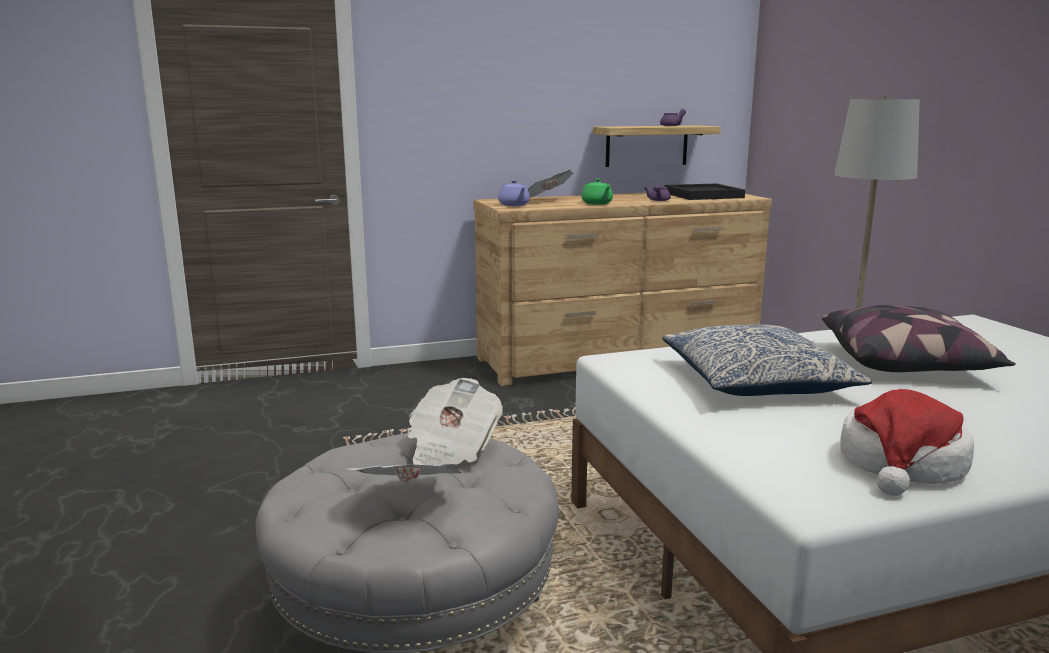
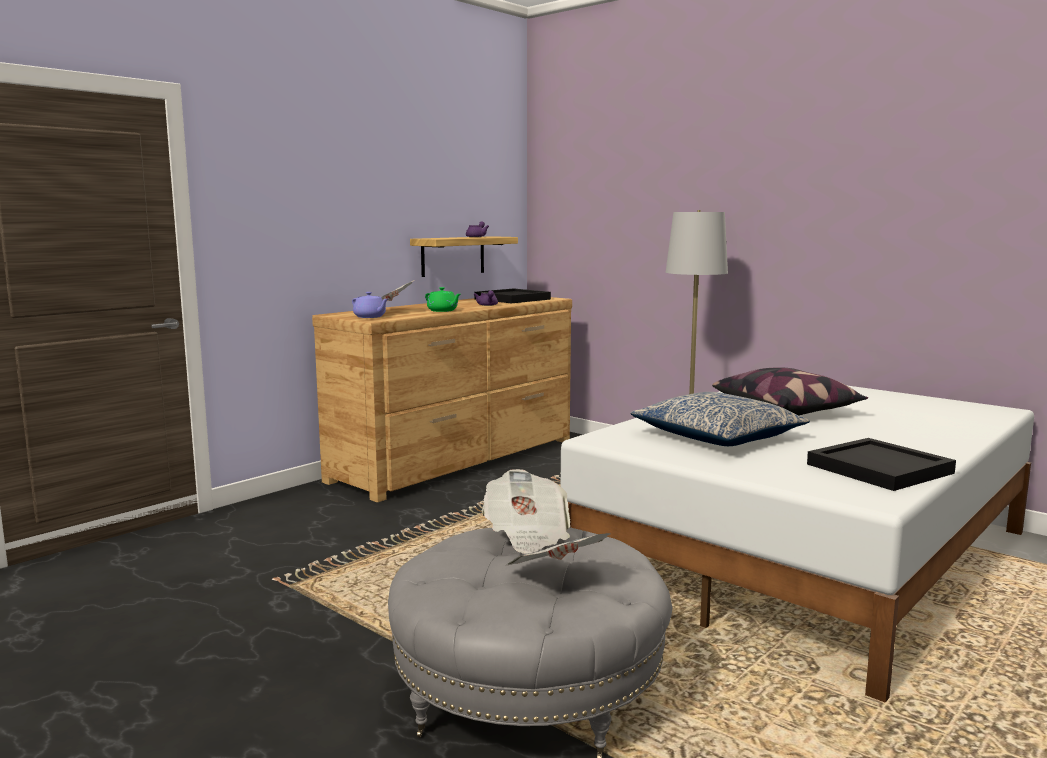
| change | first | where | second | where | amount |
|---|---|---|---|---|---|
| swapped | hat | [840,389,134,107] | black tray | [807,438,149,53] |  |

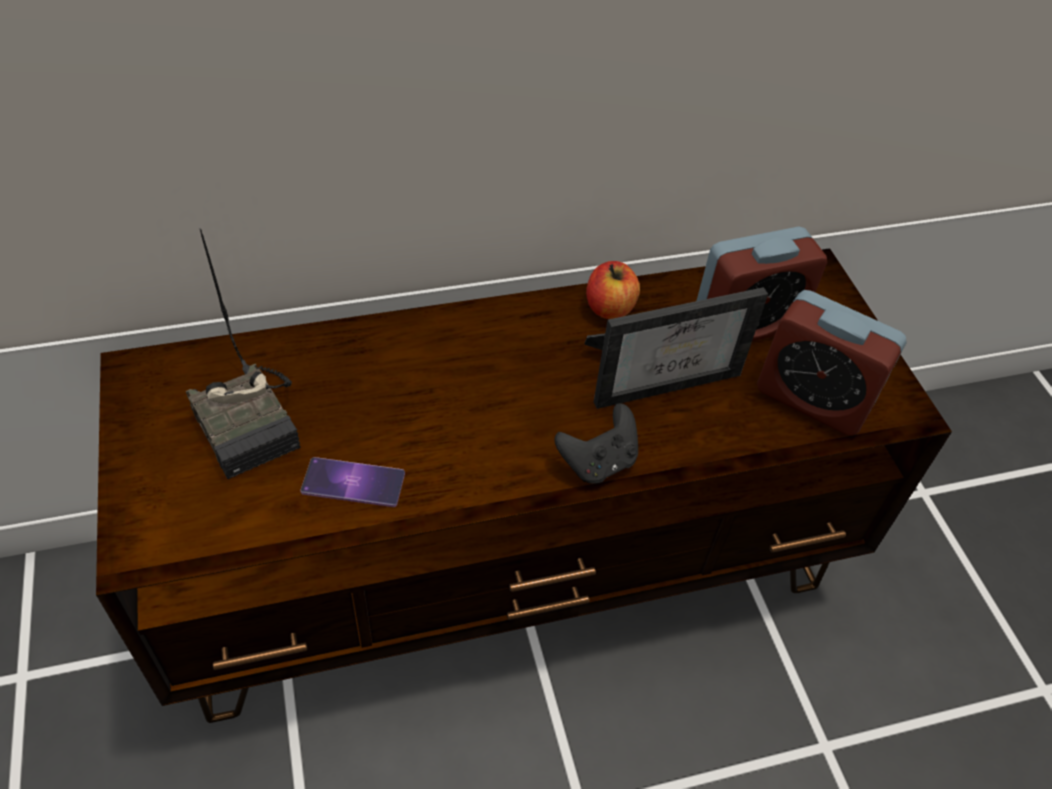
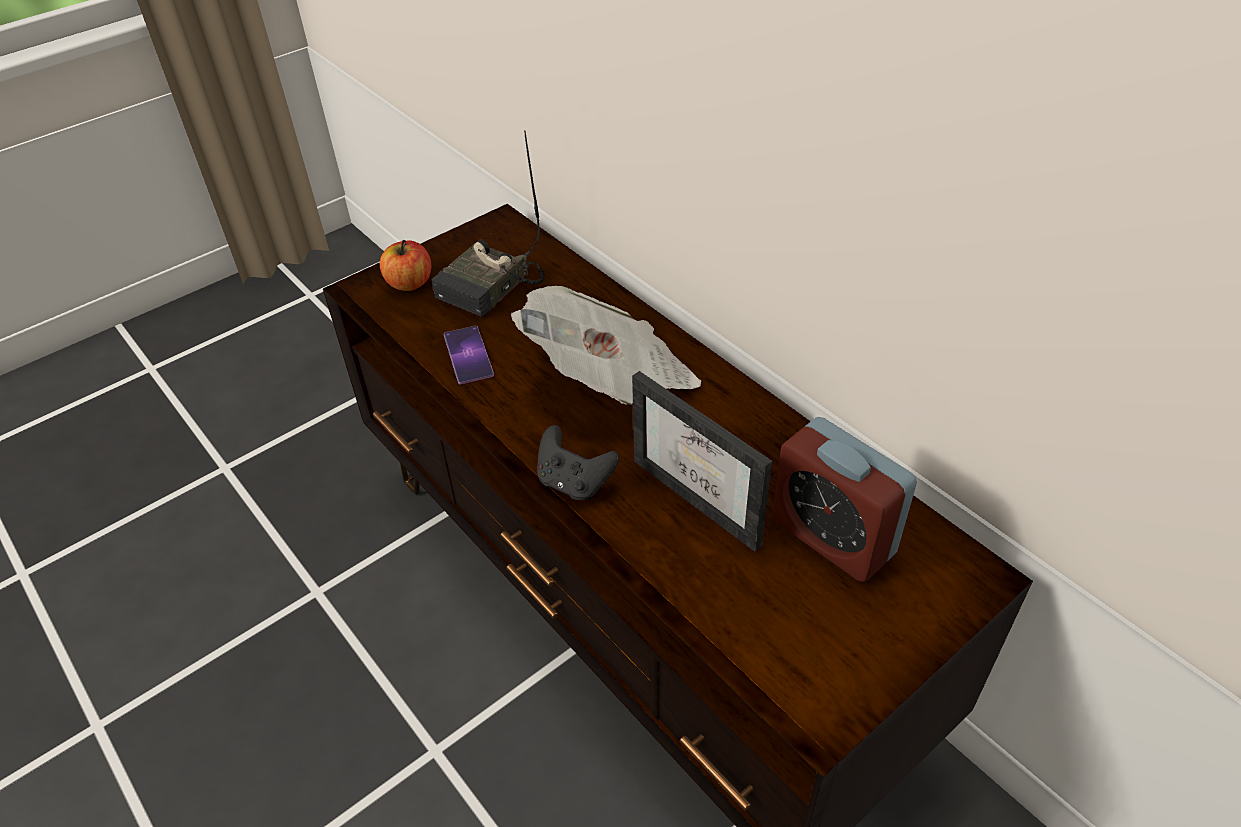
| change | first | where | second | where | amount |
|---|---|---|---|---|---|
| shifted | apple | [586,261,54,58] |  | [380,240,51,51] |  |
| new |  |  | newspaper | [511,286,190,120] |  |
| gone | alarm clock | [757,290,150,146] |  |  |  |

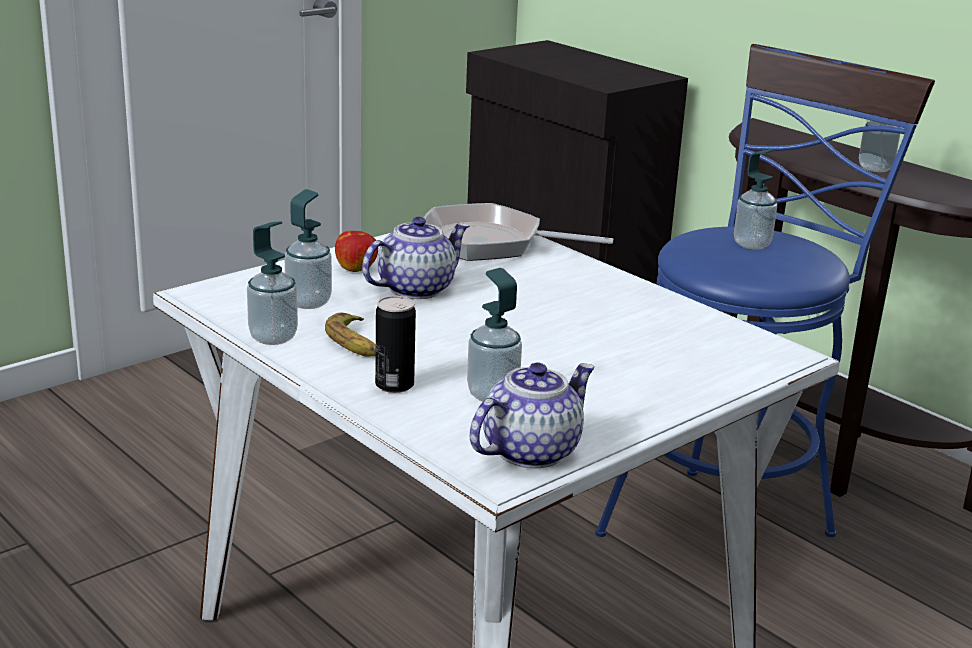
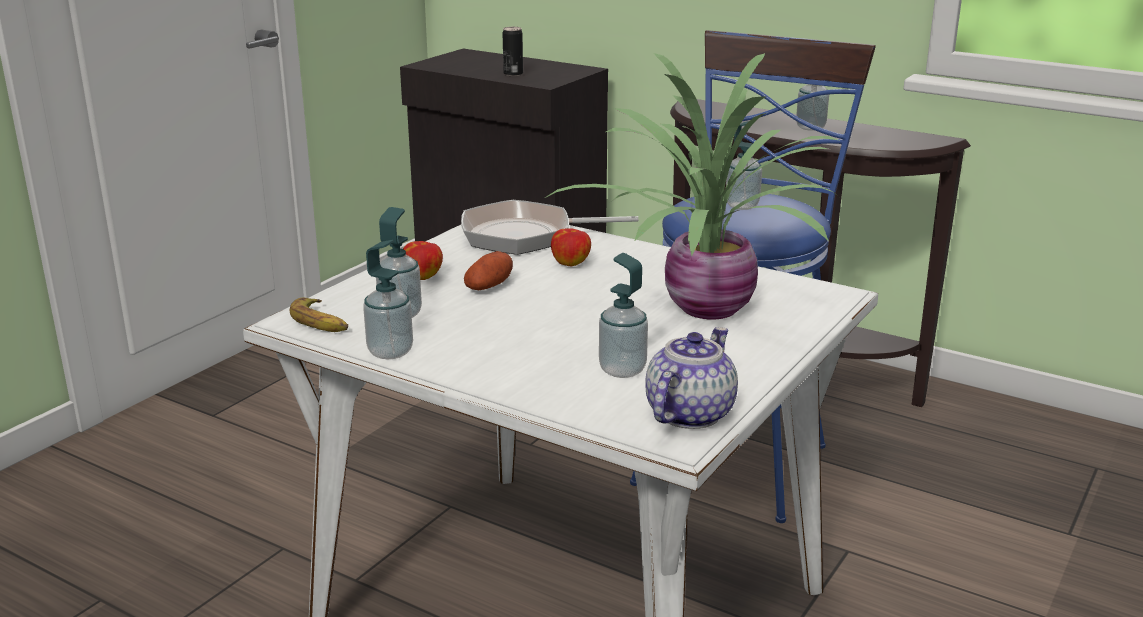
| change | first | where | second | where | amount |
|---|---|---|---|---|---|
| shifted | banana | [325,313,51,44] |  | [290,298,58,34] |  |
| swapped | teapot | [362,217,108,82] | potato | [464,251,49,39] |  |
| shifted | can | [375,296,41,97] |  | [503,27,20,49] |  |
| new |  |  | potted plant | [545,53,294,266] |  |
| new |  |  | apple | [551,228,40,38] |  |

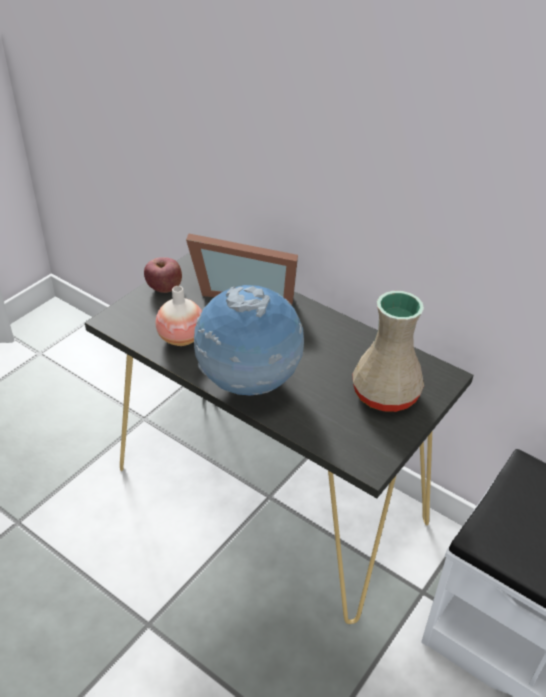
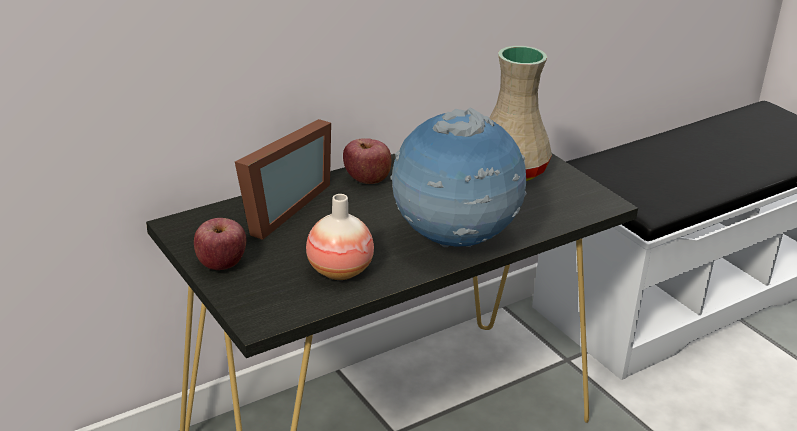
| change | first | where | second | where | amount |
|---|---|---|---|---|---|
| new |  |  | apple | [343,138,48,46] |  |

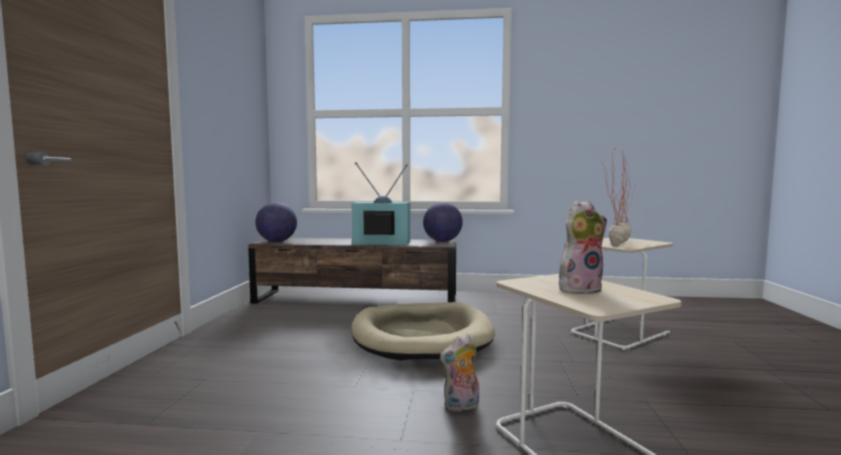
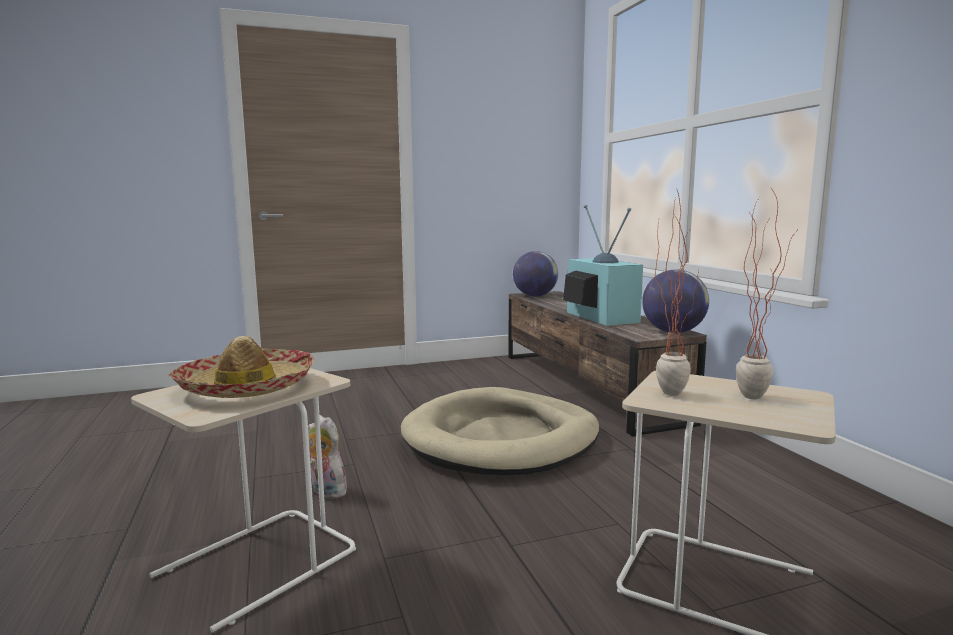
| change | first | where | second | where | amount |
|---|---|---|---|---|---|
| swapped | plush toy | [559,200,48,94] | hat | [169,336,145,62] |  |

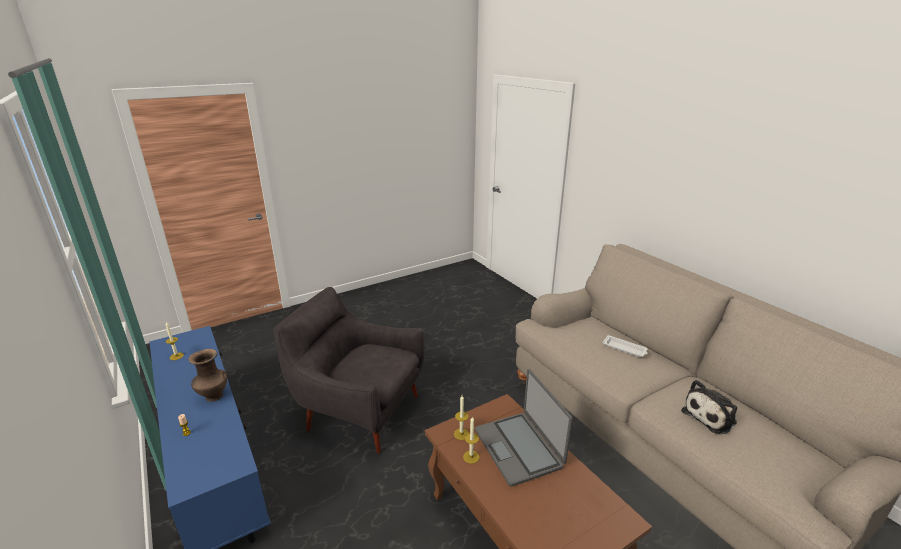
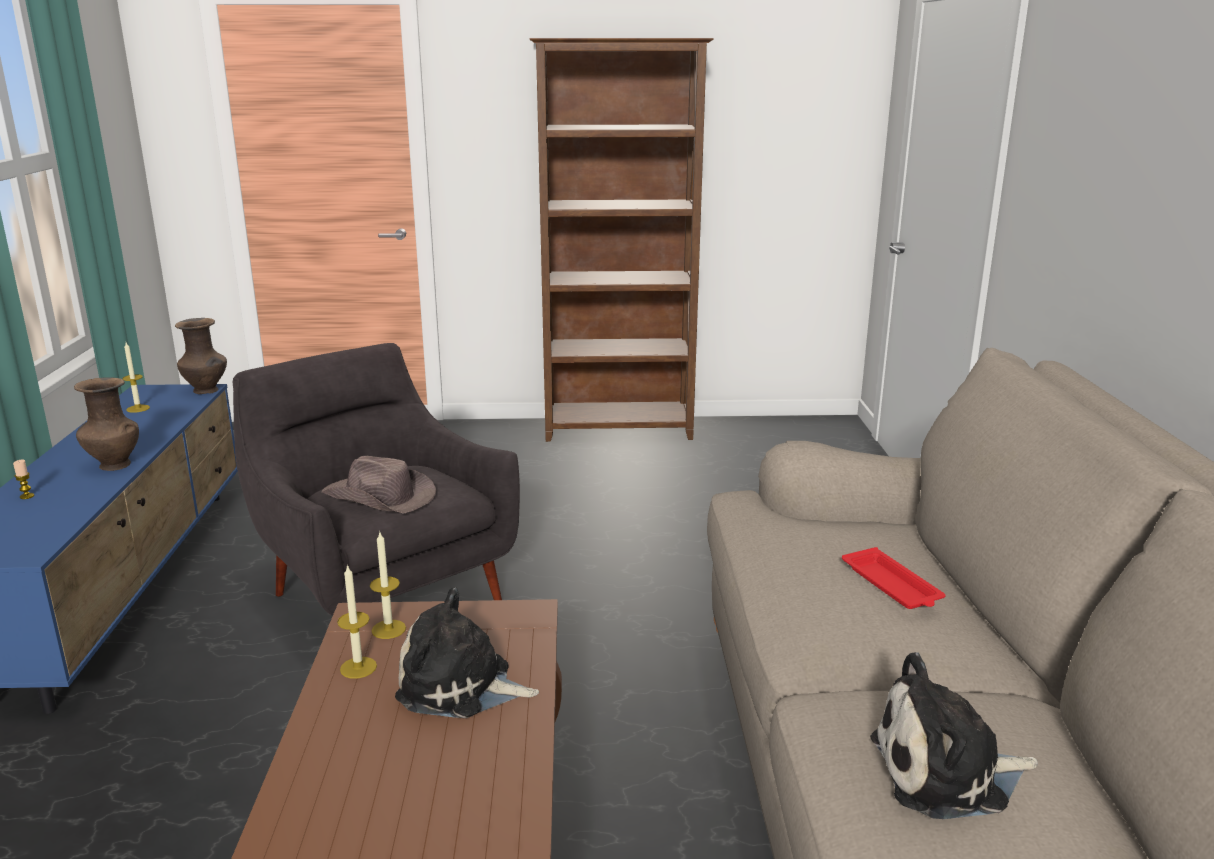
| change | first | where | second | where | amount |
|---|---|---|---|---|---|
| new |  |  | brown vase | [175,318,52,76] |  |
| new |  |  | brown hat | [321,456,115,58] |  |
| swapped | laptop | [475,369,98,118] | plush toy | [395,588,144,130] |  |
| new |  |  | brown bookcase | [530,38,184,404] |  |
| repainted | white tray | [603,335,45,22] | red tray | [842,547,104,62] |  |

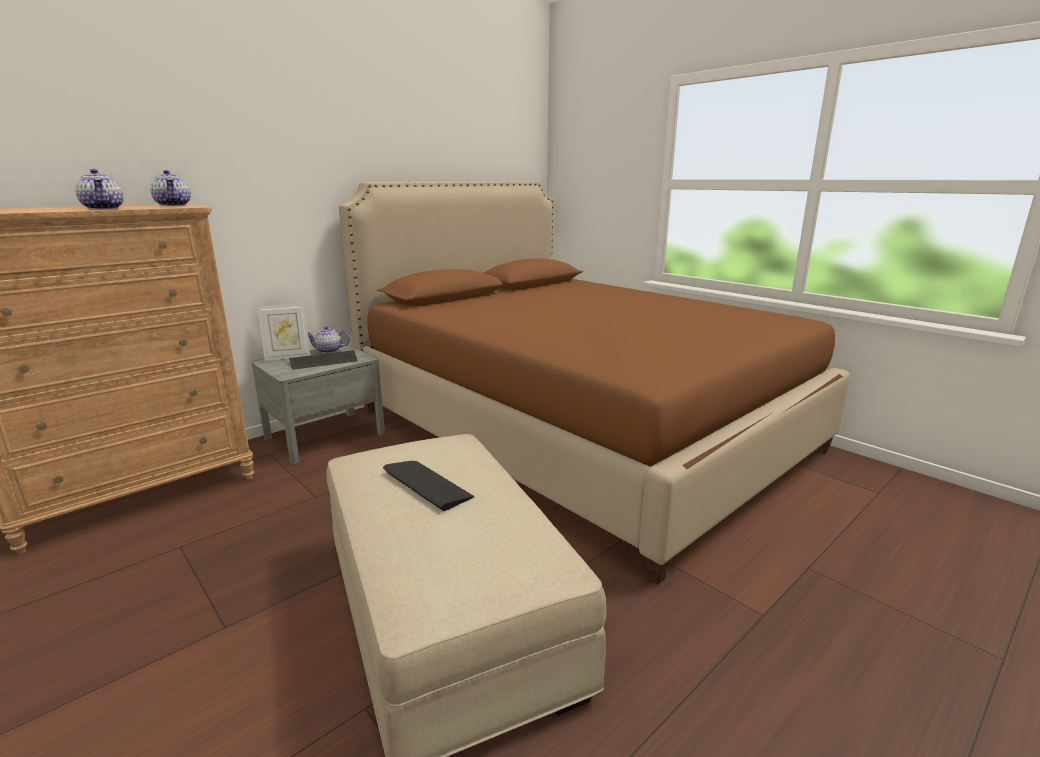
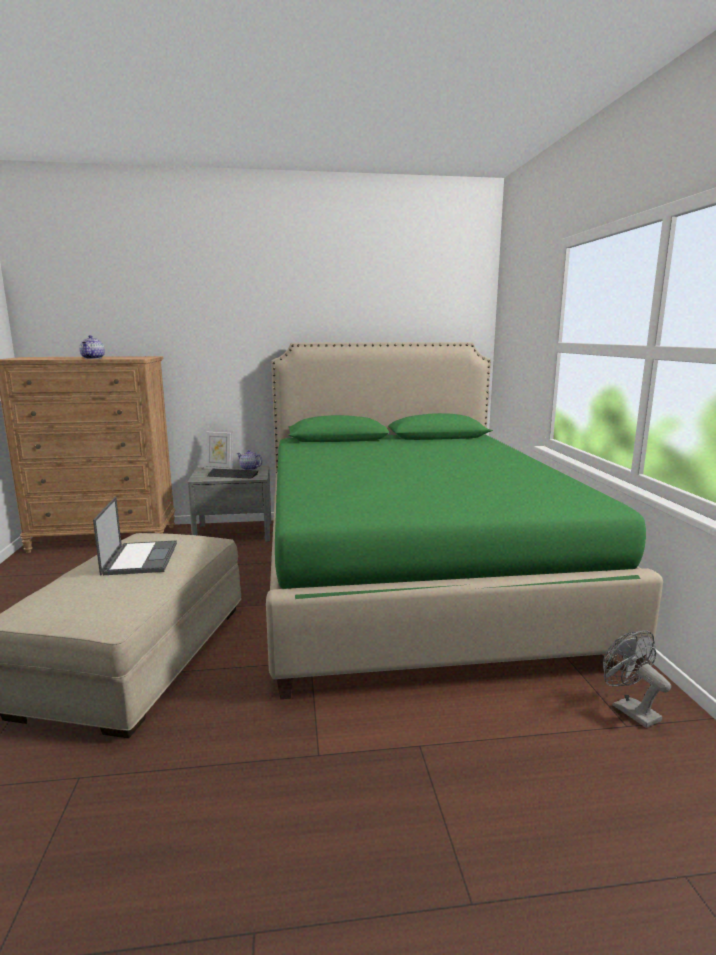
| change | first | where | second | where | amount |
|---|---|---|---|---|---|
| swapped | keyboard | [383,461,91,50] | laptop | [93,497,84,79] |  |
| repainted | brown bed | [339,181,511,403] | green bed | [266,342,397,357] |  |
| new |  |  | grey fan | [603,630,68,98] |  |
| gone | teapot | [150,170,41,36] |  |  |  |

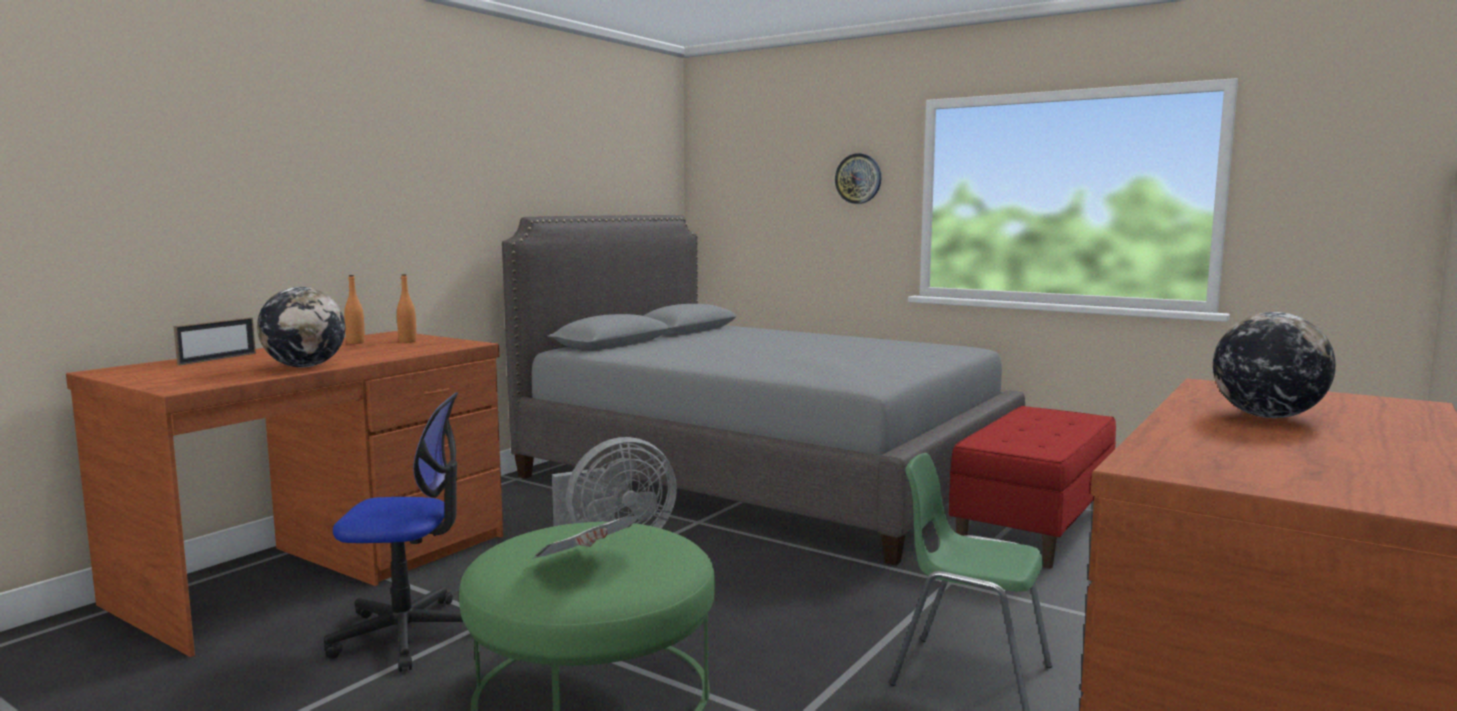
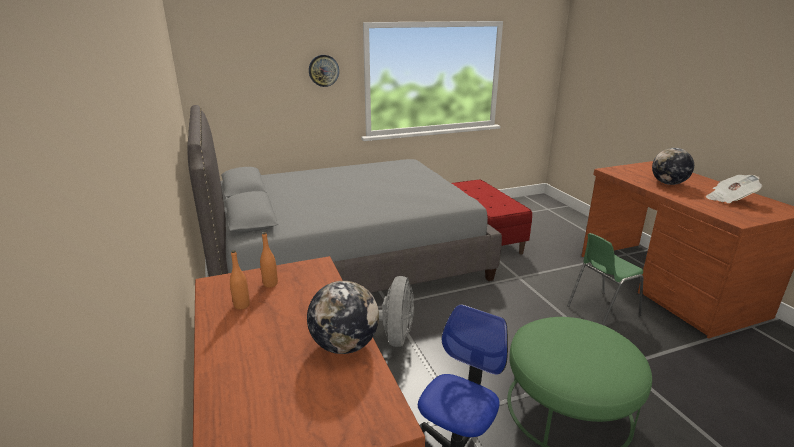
| change | first | where | second | where | amount |
|---|---|---|---|---|---|
| shifted | newspaper | [534,515,106,43] |  | [706,175,56,28] |  |
| gone | picture frame | [173,317,83,49] |  |  |  |

